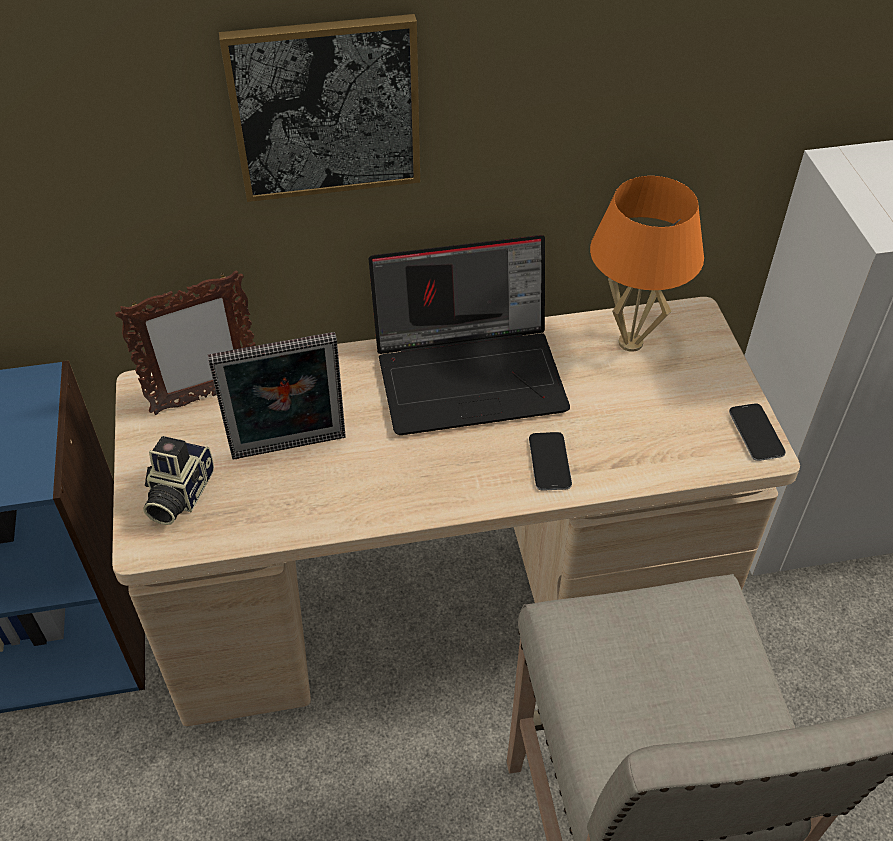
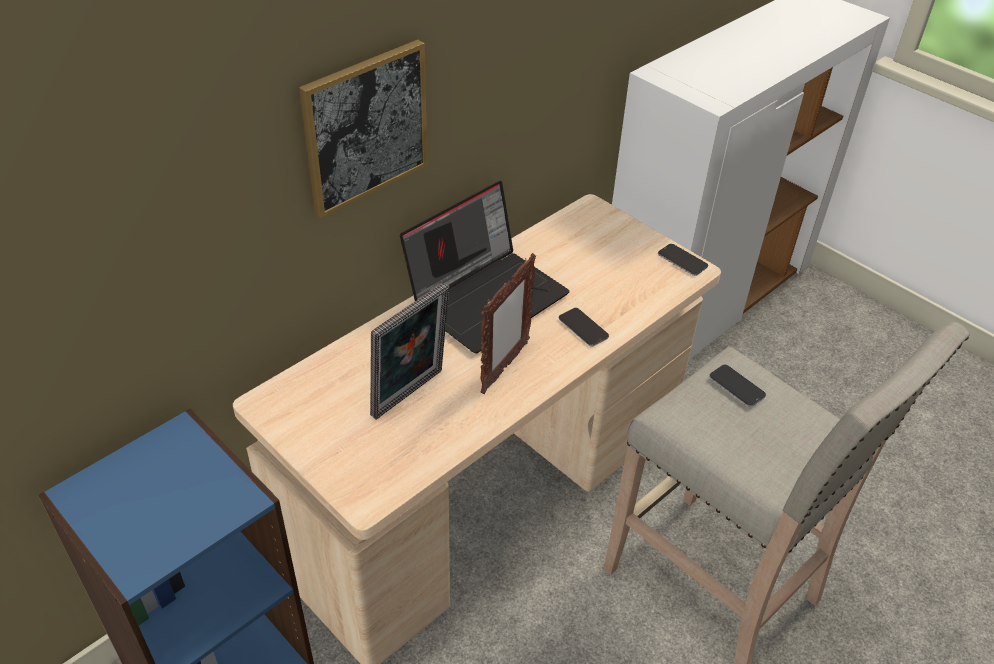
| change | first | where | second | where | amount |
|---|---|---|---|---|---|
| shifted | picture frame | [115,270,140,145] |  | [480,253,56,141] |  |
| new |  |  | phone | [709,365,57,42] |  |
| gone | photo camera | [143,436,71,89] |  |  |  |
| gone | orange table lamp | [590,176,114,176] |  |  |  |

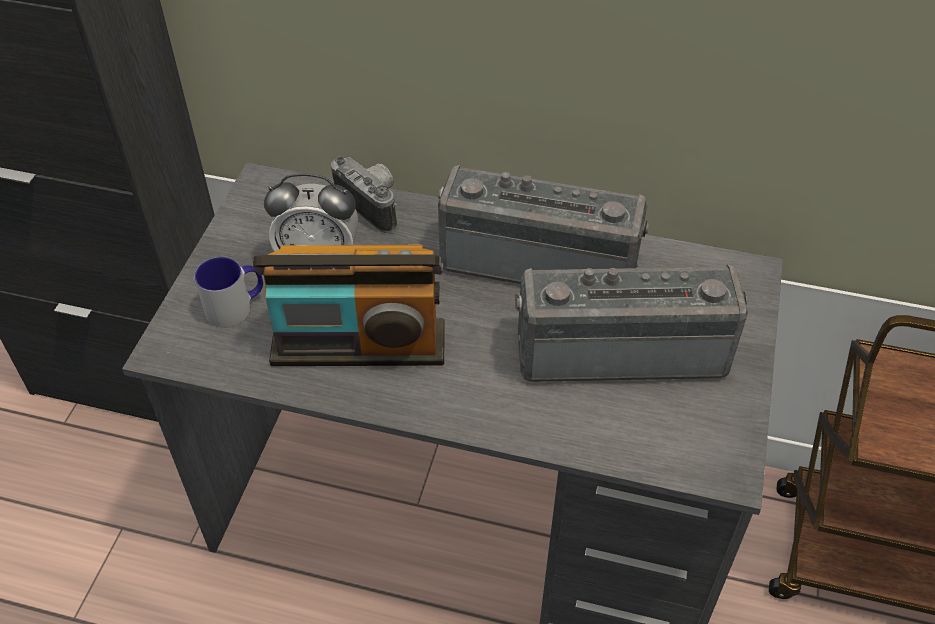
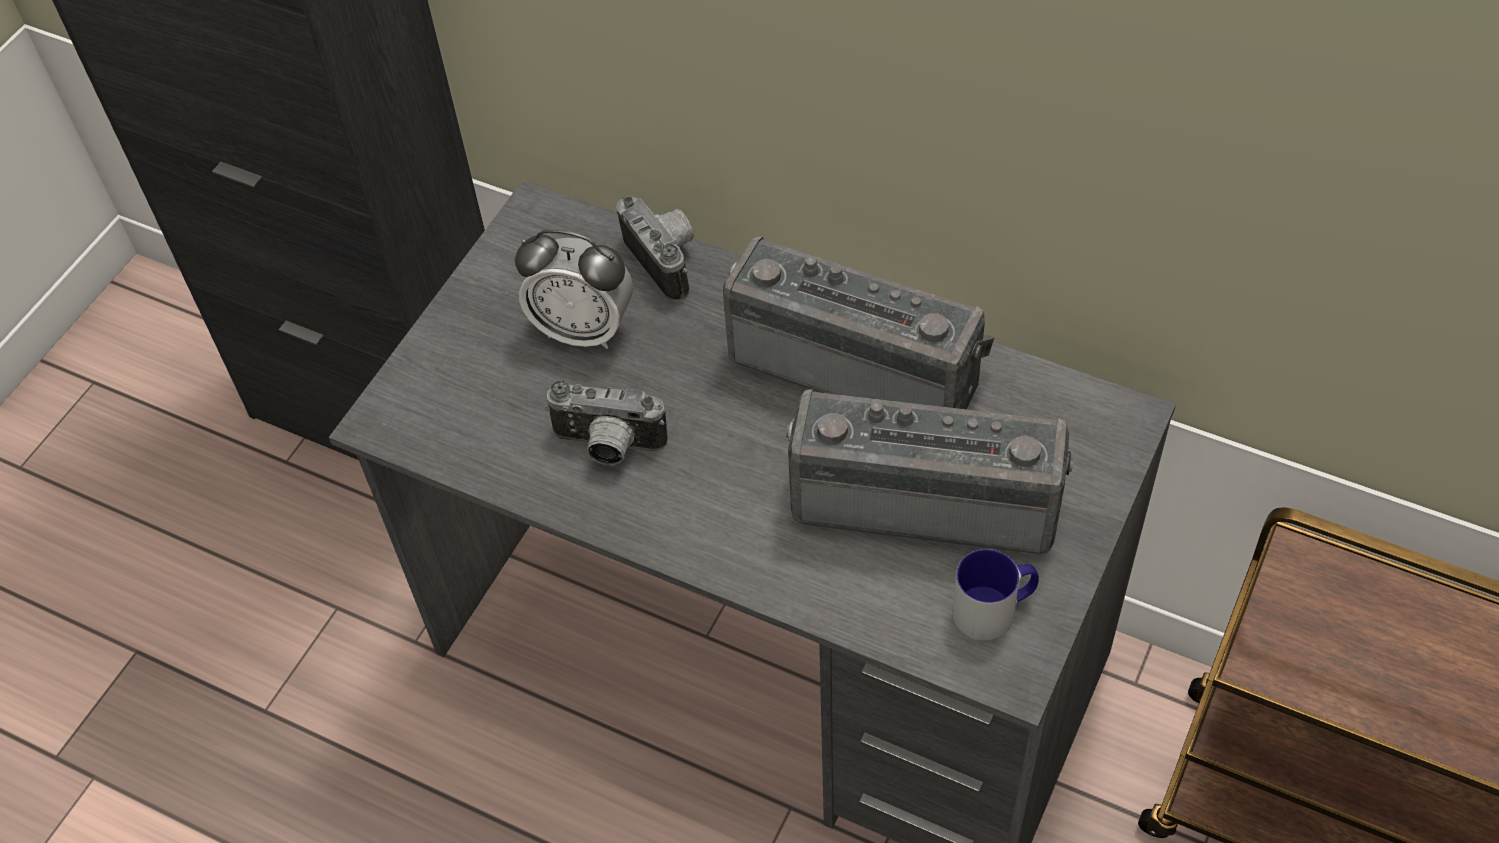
| change | first | where | second | where | amount |
|---|---|---|---|---|---|
| swapped | radio | [253,245,192,121] | photo camera | [545,380,123,85] |  |
| shifted | mug | [195,257,68,71] |  | [952,549,87,91] |  |

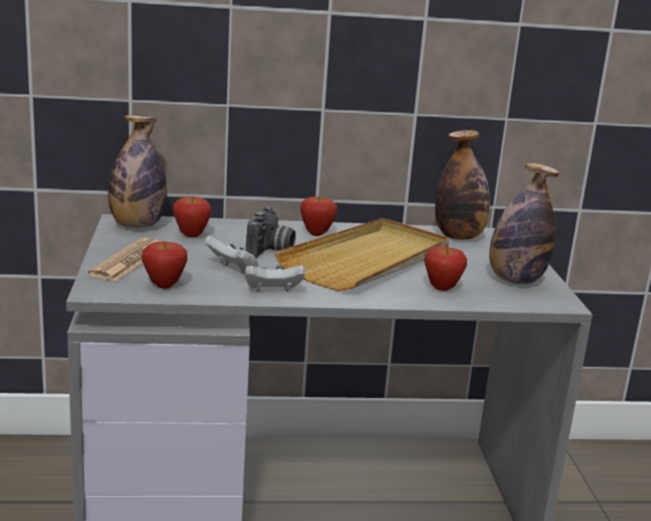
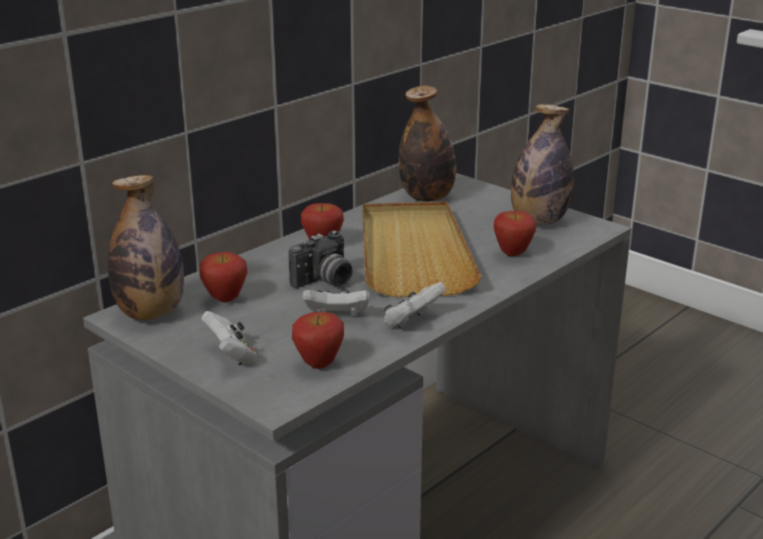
| change | first | where | second | where | amount |
|---|---|---|---|---|---|
| swapped | newspaper | [88,238,72,43] | white game controller | [202,311,55,54] |  |
| rotated | photo camera | [246,207,50,51] |  | [289,230,64,58] | 75 degrees clockwise |

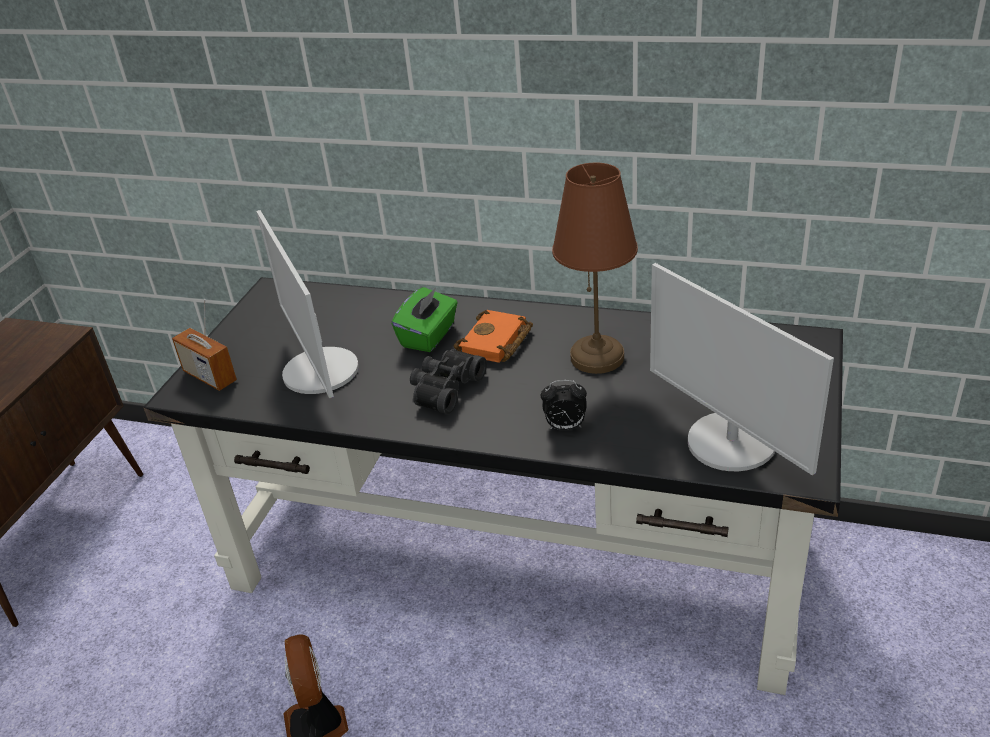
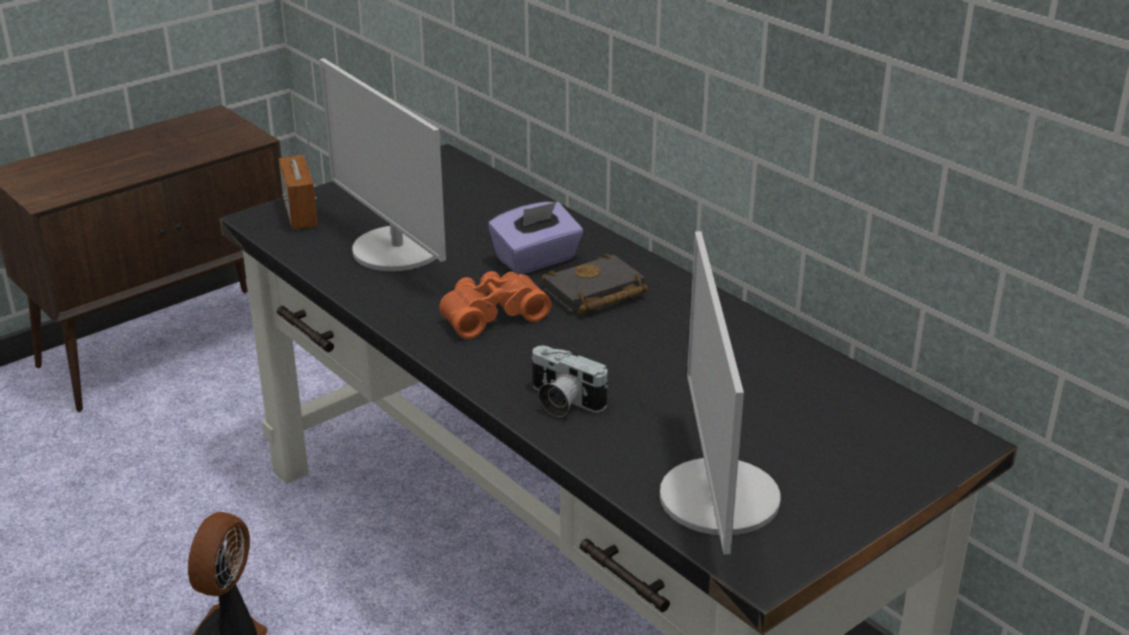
| change | first | where | second | where | amount |
|---|---|---|---|---|---|
| rotated | monitor | [256,210,103,188] |  | [319,58,127,213] | 45 degrees counterclockwise |
| repainted | black binoculars | [410,349,77,65] | orange binoculars | [439,271,112,68] |  |
| repainted | green tissue box | [392,287,66,65] | purple tissue box | [488,202,95,73] |  |
| swapped | alarm clock | [541,380,46,50] | photo camera | [532,346,76,71] |  |
| repainted | orange book | [454,310,79,53] | black book | [542,253,106,61] |  |
| gone | brown table lamp | [552,162,86,212] |  |  |  |

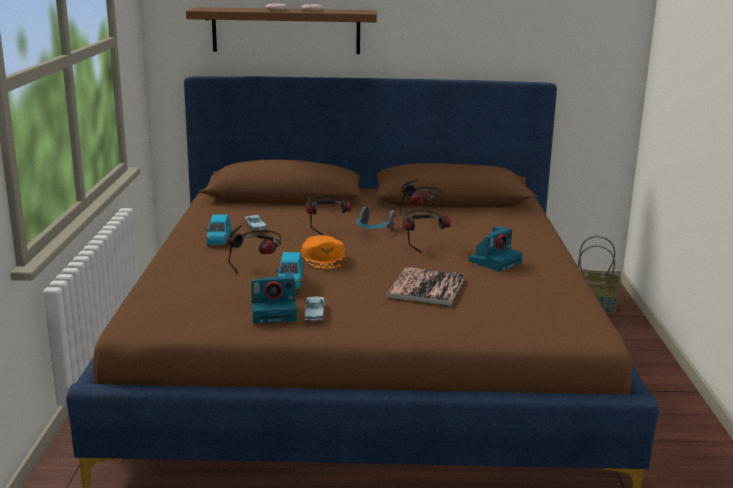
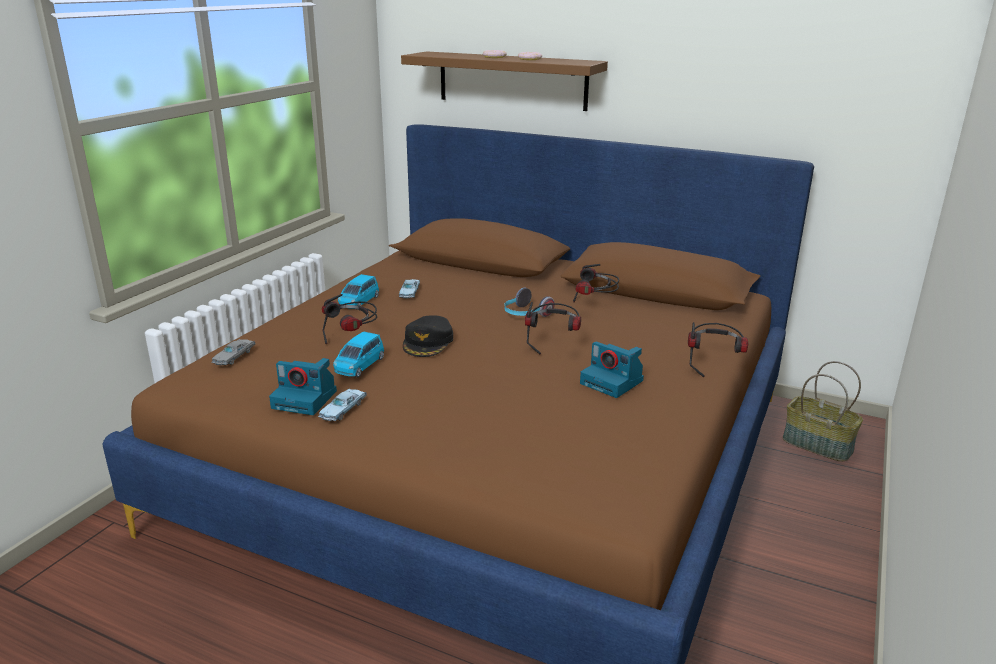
| change | first | where | second | where | amount |
|---|---|---|---|---|---|
| new |  |  | grey toy car | [211,339,45,26] |  |
| repainted | orange cap | [301,235,45,34] | black cap | [403,315,50,42] |  |
| rotated | photo camera | [468,226,55,46] |  | [580,341,64,57] | 60 degrees clockwise |
| shifted | headphones | [306,195,45,40] |  | [688,322,60,55] |  |
| gone | book | [386,267,79,39] |  |  |  |

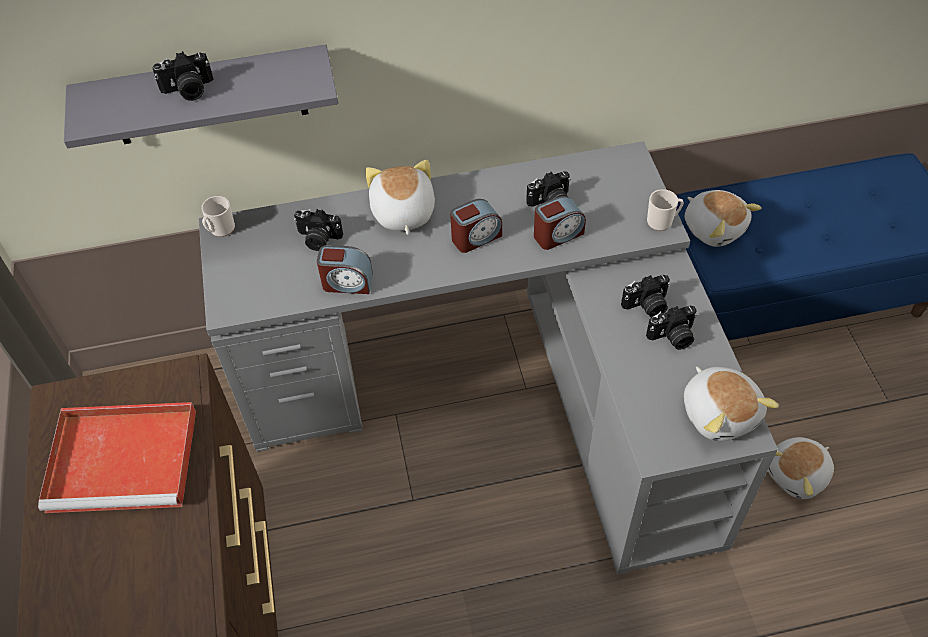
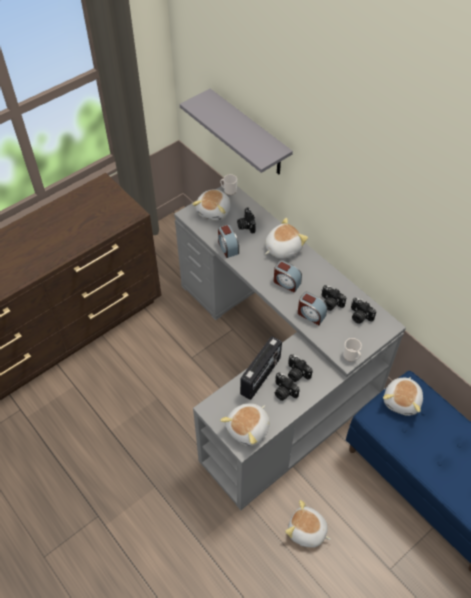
| change | first | where | second | where | amount |
|---|---|---|---|---|---|
| new |  |  | plush toy | [192,190,38,31] |  |
| new |  |  | radio | [240,336,42,64] |  |
| shifted | photo camera | [152,51,61,50] |  | [351,298,25,26] |  |
| gone | red tray | [38,402,158,111] |  |  |  |

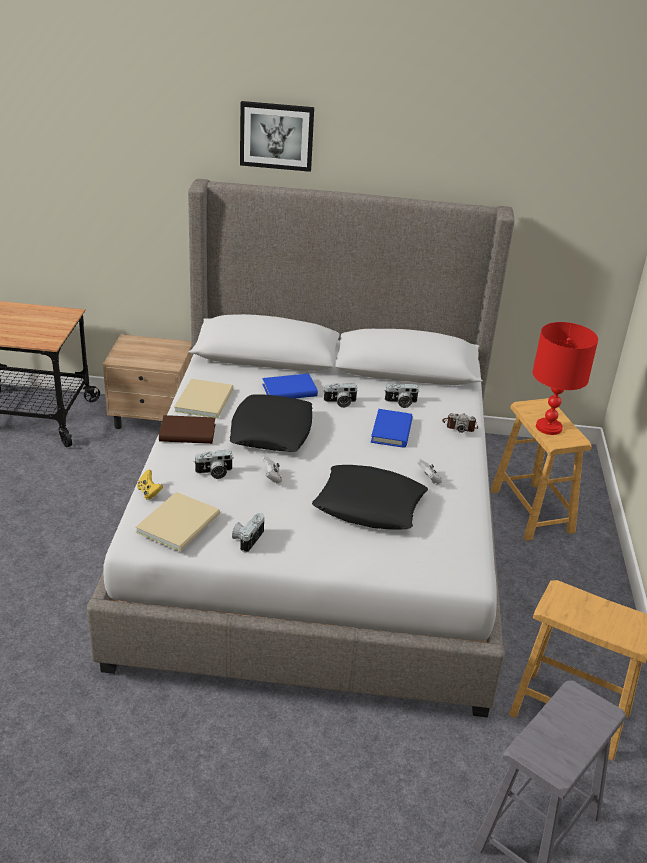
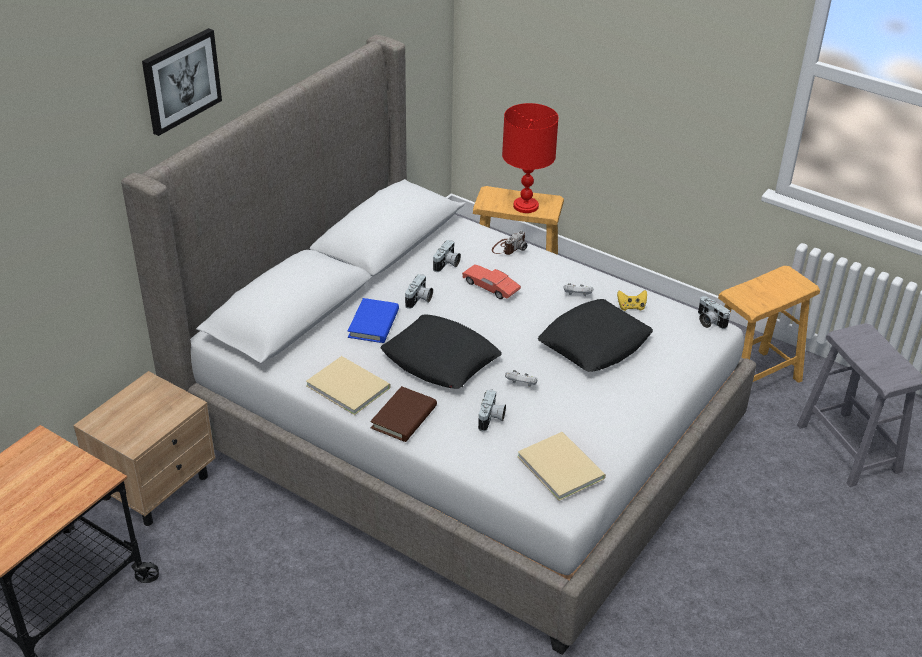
| change | first | where | second | where | amount |
|---|---|---|---|---|---|
| swapped | blue book | [371,409,42,39] | red toy car | [462,264,59,35] |  |
| shifted | yellow game controller | [137,469,26,31] |  | [617,290,30,21] |  |
| shifted | photo camera | [232,513,32,40] |  | [698,296,32,33] |  |

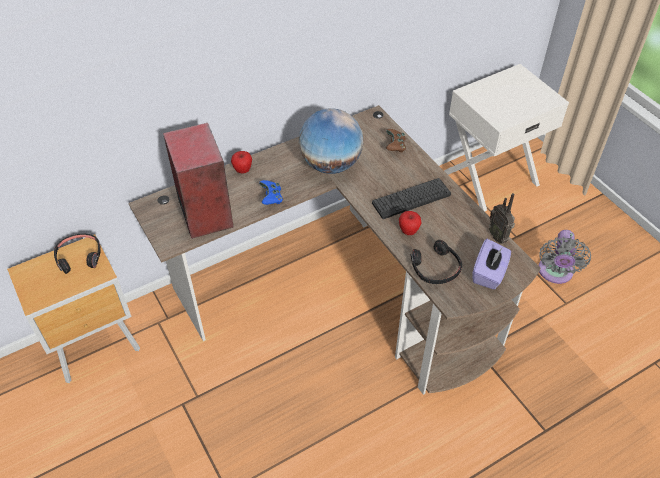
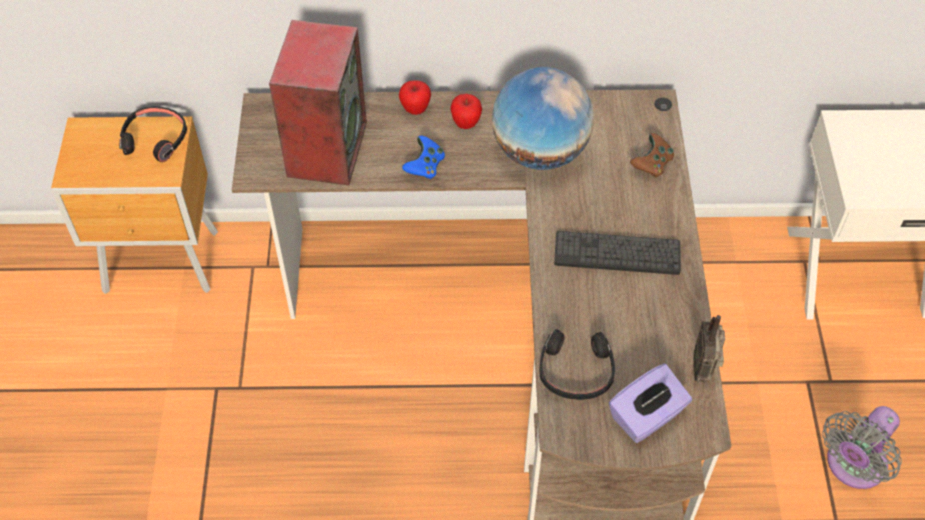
| change | first | where | second | where | amount |
|---|---|---|---|---|---|
| shifted | apple | [399,211,23,24] |  | [450,94,32,35] |  |

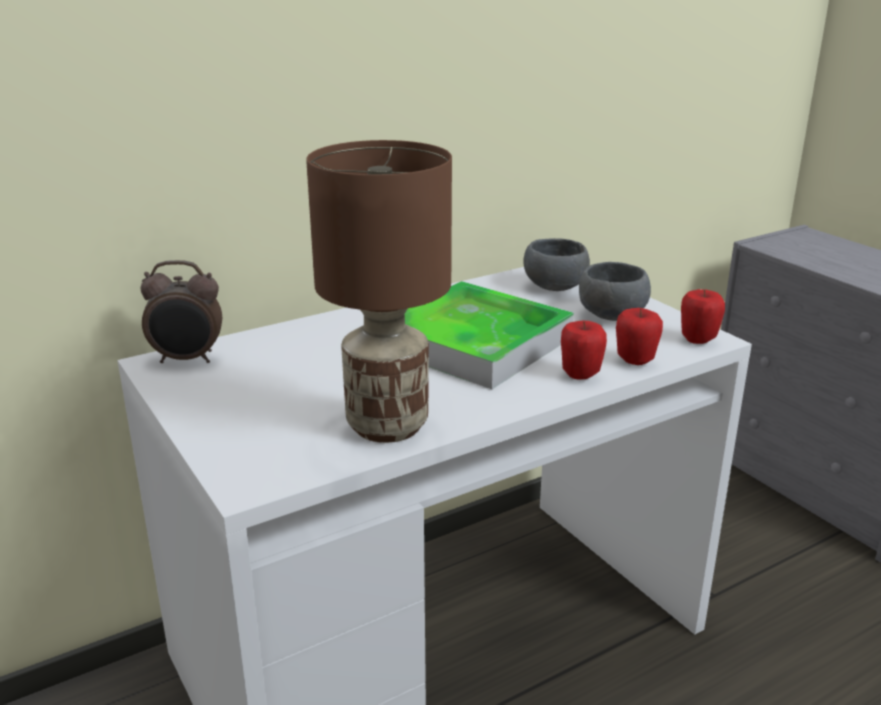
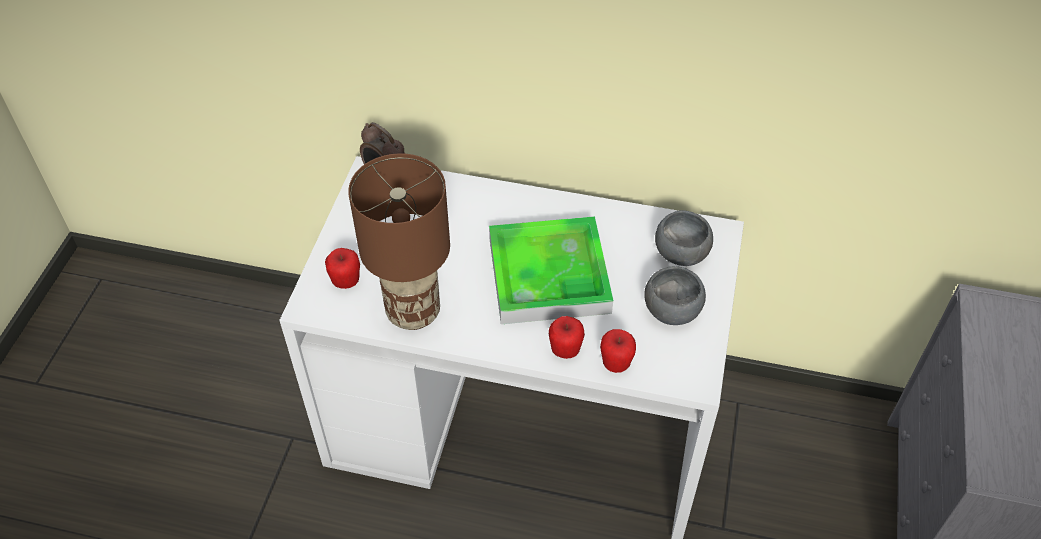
| change | first | where | second | where | amount |
|---|---|---|---|---|---|
| shifted | apple | [681,289,44,55] |  | [325,248,35,41] |  |

